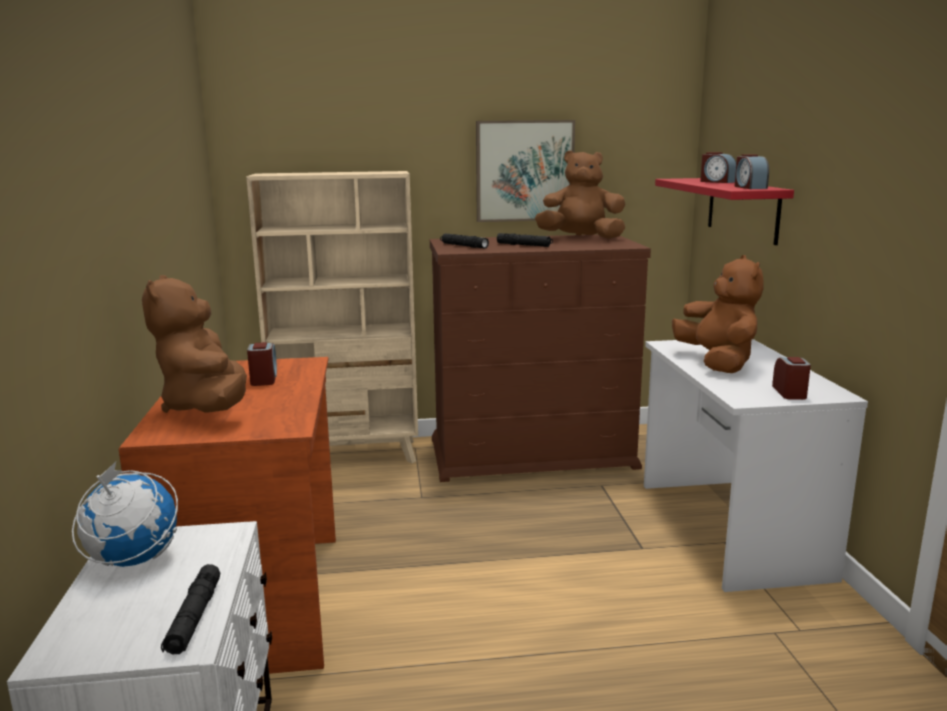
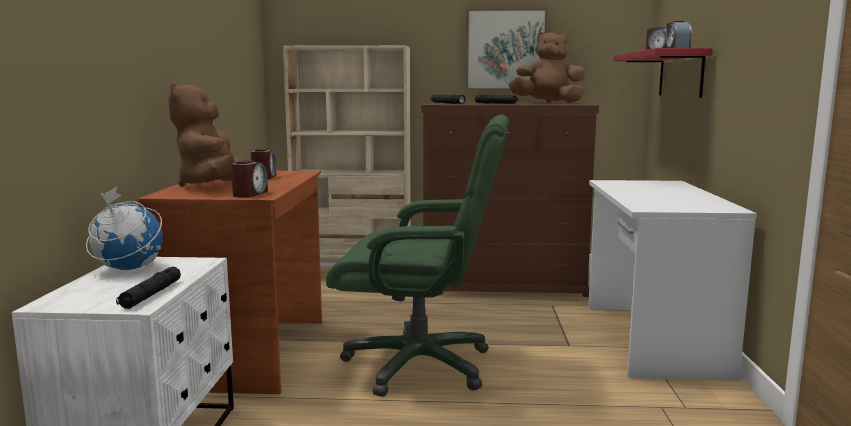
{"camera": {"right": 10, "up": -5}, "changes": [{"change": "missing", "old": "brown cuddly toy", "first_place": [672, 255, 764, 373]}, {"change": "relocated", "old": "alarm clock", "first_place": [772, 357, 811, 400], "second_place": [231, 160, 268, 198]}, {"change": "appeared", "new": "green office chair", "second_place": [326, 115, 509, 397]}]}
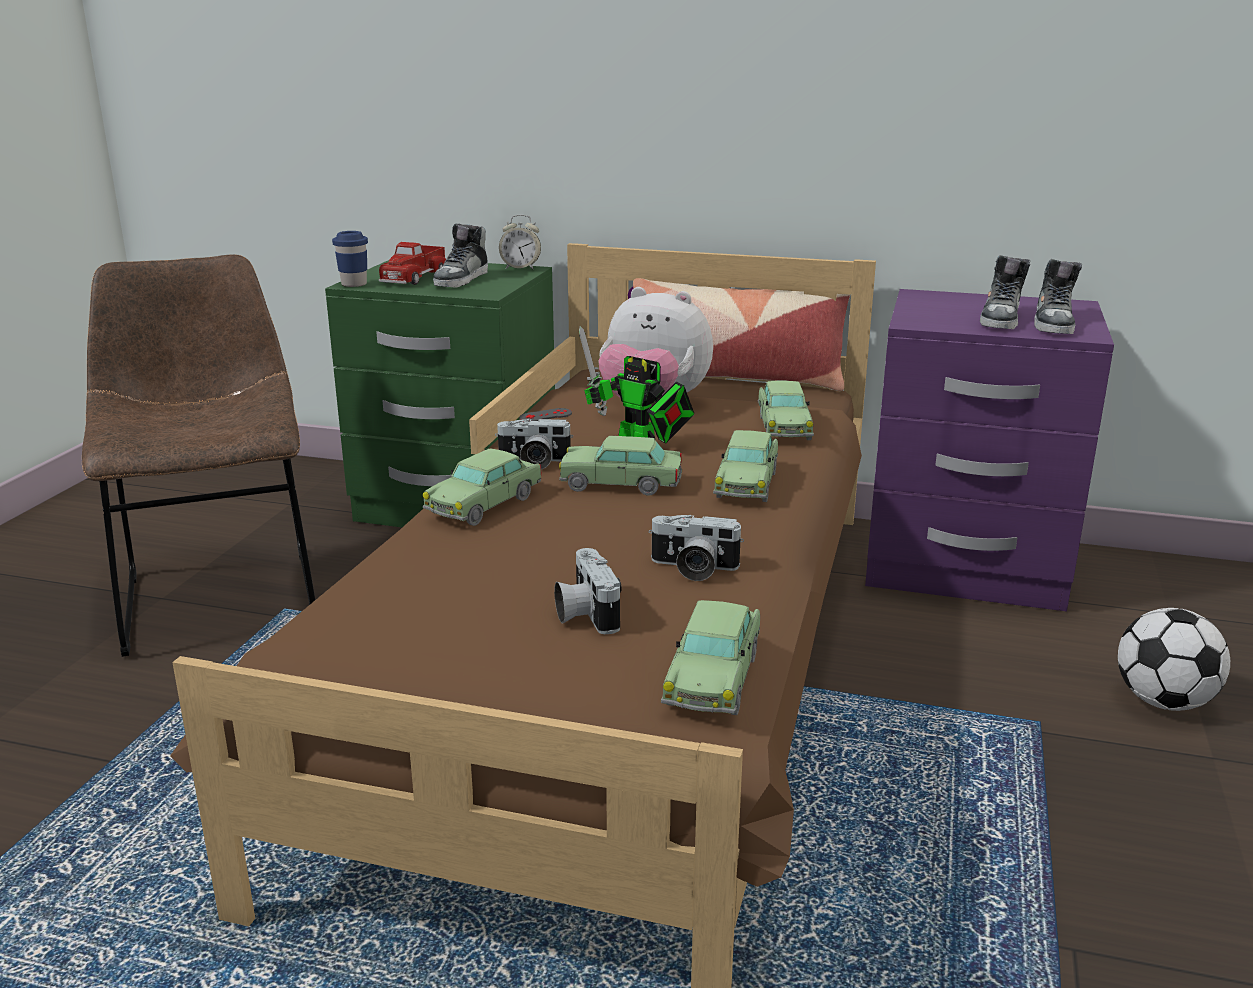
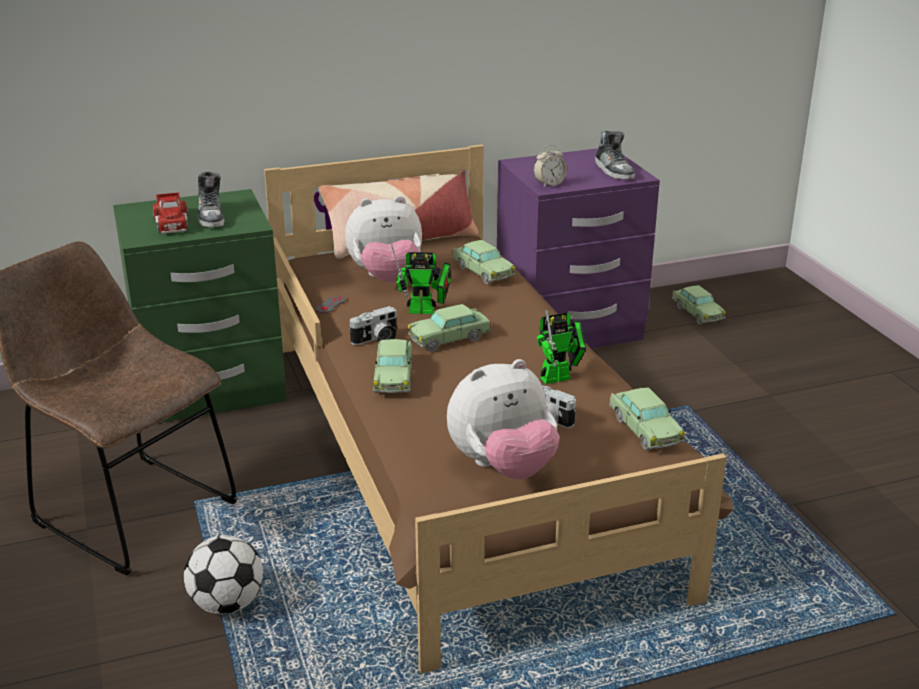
{"camera": {"right": -35, "up": 5}, "changes": [{"change": "relocated", "old": "alarm clock", "first_place": [499, 215, 541, 270], "second_place": [534, 145, 567, 188]}, {"change": "missing", "old": "blue-coloured cup", "first_place": [332, 231, 368, 287]}, {"change": "missing", "old": "shoe", "first_place": [980, 255, 1030, 329]}, {"change": "relocated", "old": "model car", "first_place": [713, 430, 778, 502], "second_place": [672, 285, 726, 324]}, {"change": "exchanged", "old": "still camera", "new": "robot figure", "first_place": [649, 515, 744, 581], "second_place": [537, 310, 586, 384]}, {"change": "relocated", "old": "football ball", "first_place": [1118, 608, 1230, 711], "second_place": [184, 535, 263, 614]}, {"change": "appeared", "new": "cuddly toy", "second_place": [447, 359, 559, 479]}]}
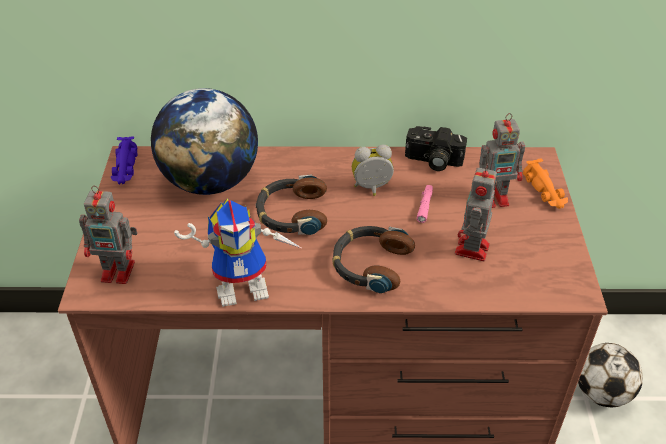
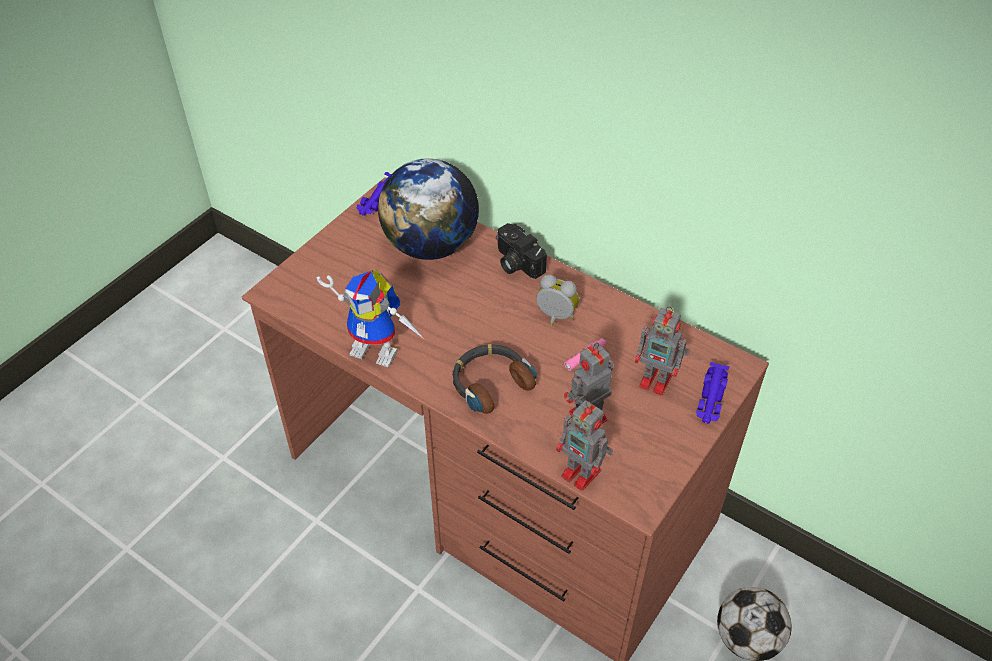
{"camera": {"right": 35, "up": 5}, "changes": [{"change": "relocated", "old": "still camera", "first_place": [405, 126, 467, 171], "second_place": [496, 223, 547, 279]}, {"change": "colour", "old": "orange-coloured model car", "new": "purplish model car", "first_place": [523, 158, 568, 209], "second_place": [696, 362, 729, 424]}, {"change": "missing", "old": "headphones", "first_place": [256, 175, 327, 235]}, {"change": "relocated", "old": "robot figure", "first_place": [79, 185, 138, 284], "second_place": [556, 400, 613, 491]}]}
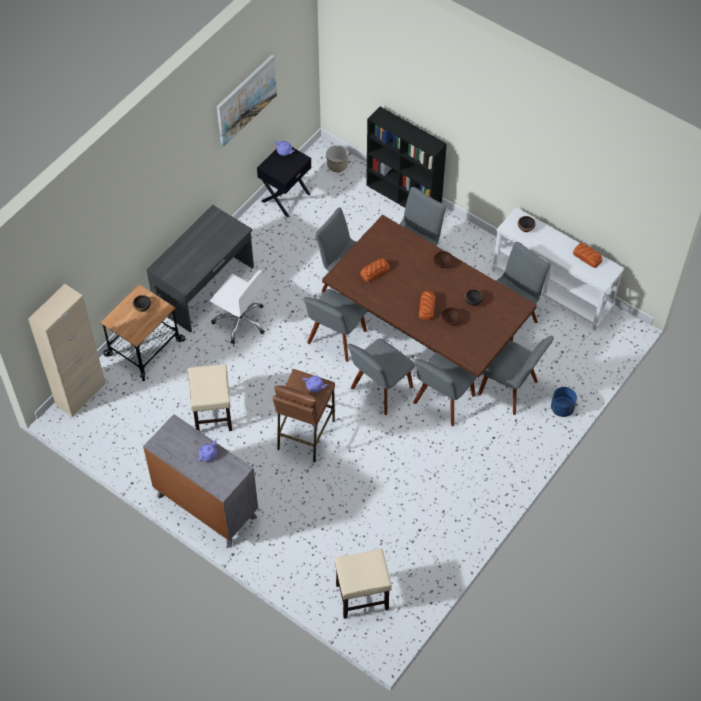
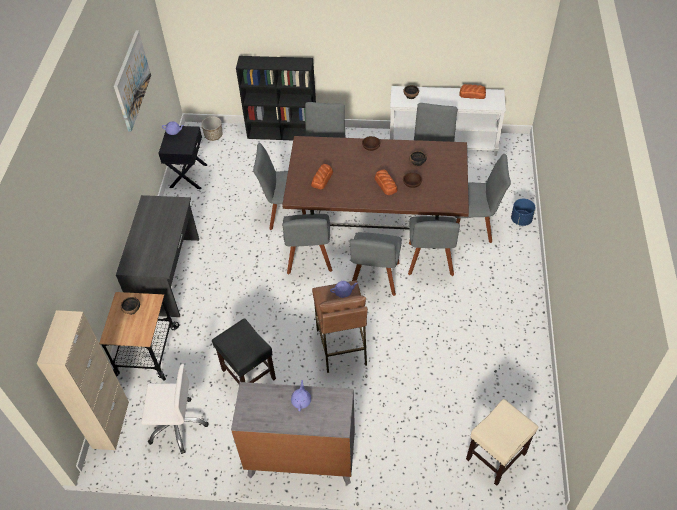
{"camera": {"right": -30, "up": -5}, "changes": [{"change": "relocated", "old": "white office chair", "first_place": [210, 270, 265, 344], "second_place": [141, 364, 209, 454]}, {"change": "colour", "old": "beige sitting stool", "new": "black-coloured sitting stool", "first_place": [188, 364, 232, 431], "second_place": [212, 318, 276, 384]}]}
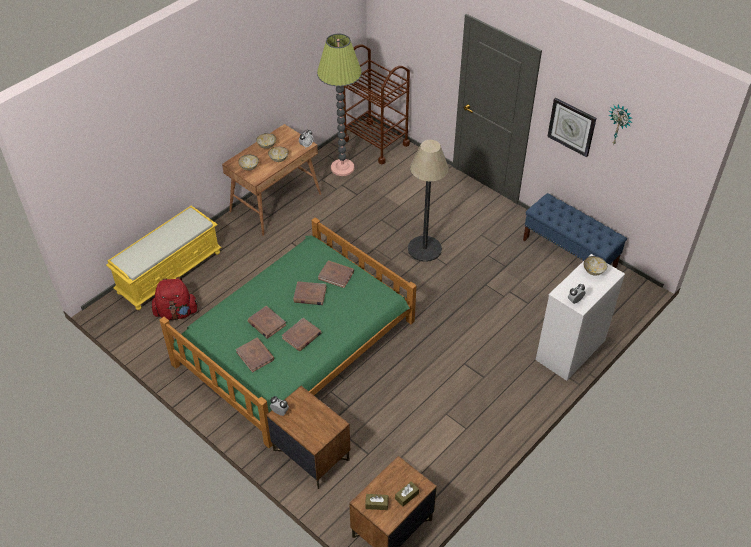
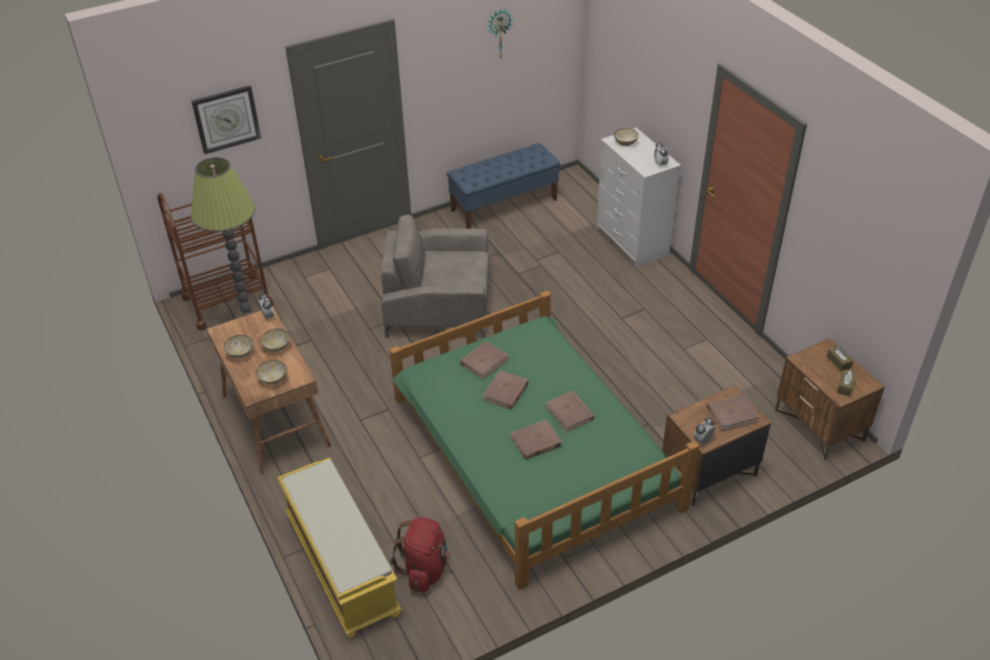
{"camera": {"right": -70, "up": -5}, "changes": [{"change": "relocated", "old": "clock on the wall", "first_place": [547, 98, 596, 157], "second_place": [191, 85, 261, 154]}, {"change": "exchanged", "old": "standing lamp", "new": "gray armchair", "first_place": [408, 140, 449, 262], "second_place": [381, 215, 489, 338]}, {"change": "relocated", "old": "brown volume", "first_place": [236, 338, 274, 373], "second_place": [707, 394, 760, 431]}]}
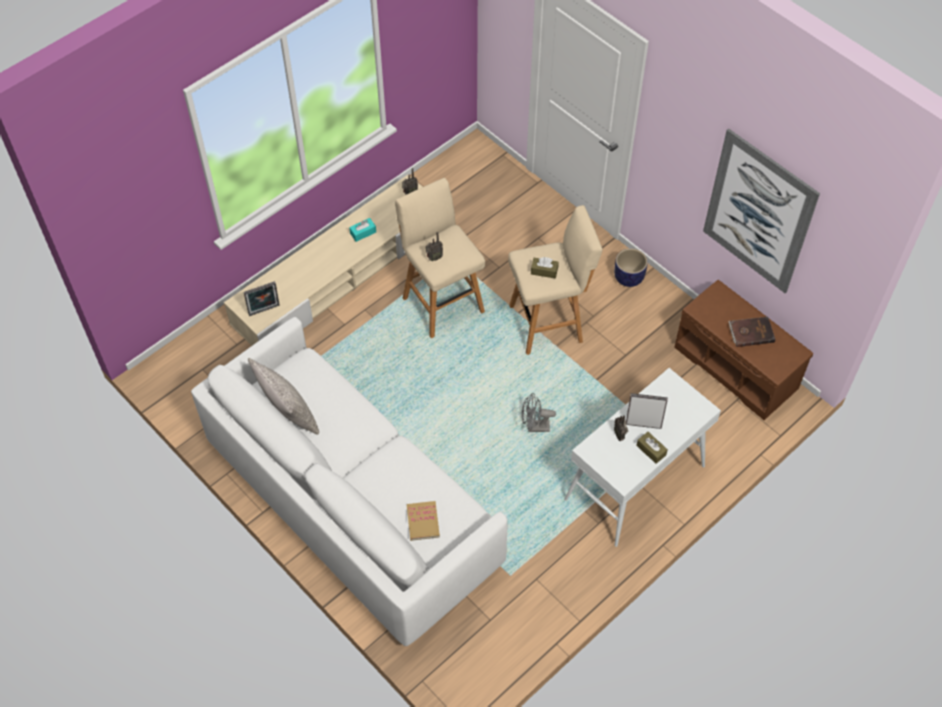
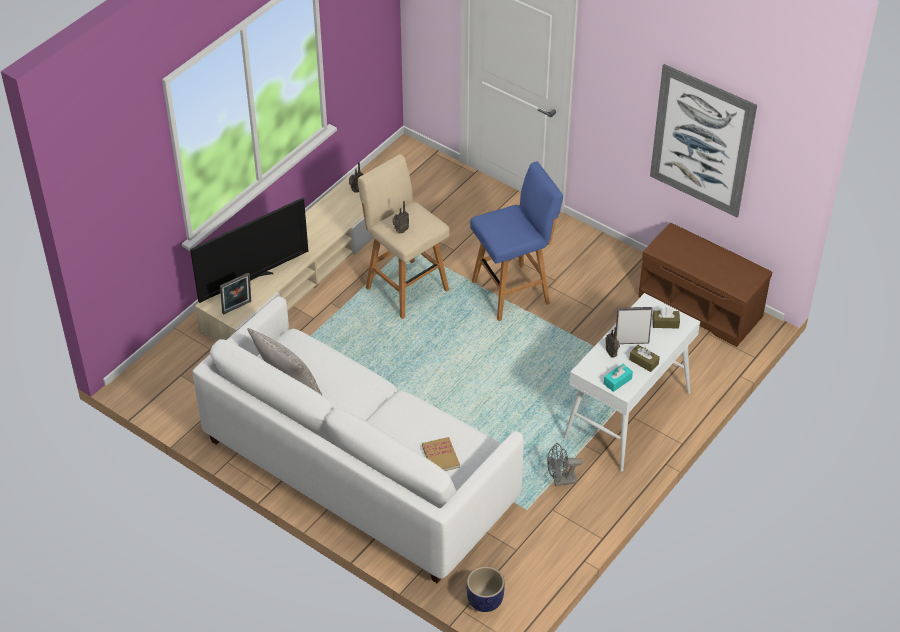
{"camera": {"right": -10, "up": -10}, "changes": [{"change": "colour", "old": "beige sitting stool", "new": "blue-coloured sitting stool", "first_place": [508, 205, 602, 355], "second_place": [470, 161, 563, 321]}, {"change": "relocated", "old": "blue-green tissue holder", "first_place": [349, 218, 376, 242], "second_place": [604, 364, 633, 392]}, {"change": "relocated", "old": "flower pot", "first_place": [614, 248, 648, 287], "second_place": [467, 566, 505, 612]}, {"change": "relocated", "old": "brown tissue holder", "first_place": [531, 257, 559, 279], "second_place": [652, 307, 680, 329]}, {"change": "missing", "old": "brown volume", "first_place": [728, 317, 776, 347]}, {"change": "relocated", "old": "gray fan", "first_place": [522, 393, 556, 432], "second_place": [547, 443, 582, 486]}, {"change": "appeared", "new": "TV set", "second_place": [190, 198, 308, 303]}]}
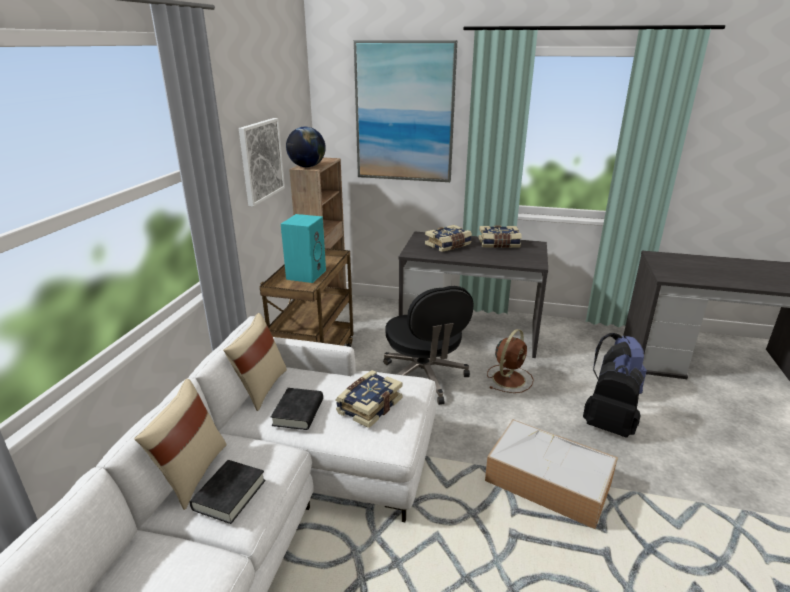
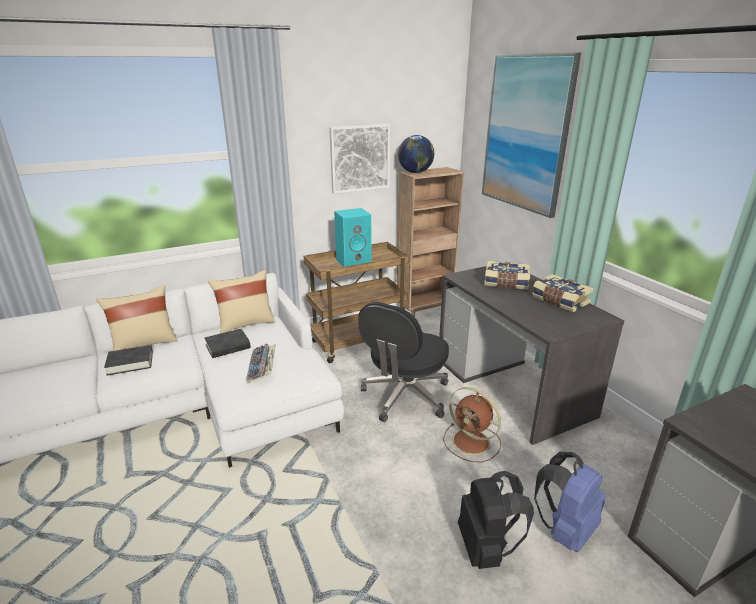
{"camera": {"right": 50, "up": 0}, "changes": [{"change": "spun", "old": "brown fan", "first_place": [487, 329, 534, 393], "second_place": [443, 387, 501, 462], "degrees": 45}, {"change": "exchanged", "old": "volume", "new": "computer keyboard", "first_place": [336, 370, 403, 428], "second_place": [246, 343, 276, 384]}, {"change": "missing", "old": "storage box", "first_place": [485, 419, 618, 529]}]}
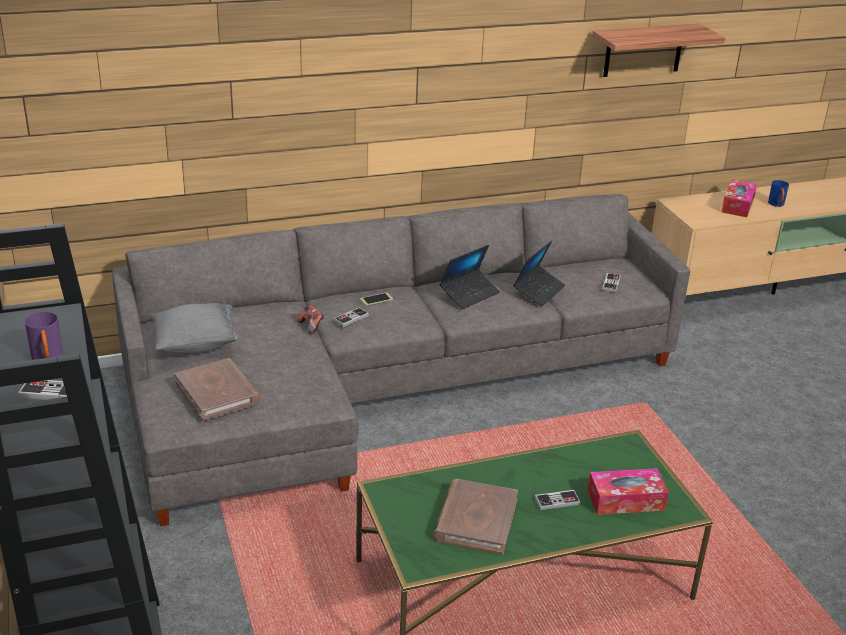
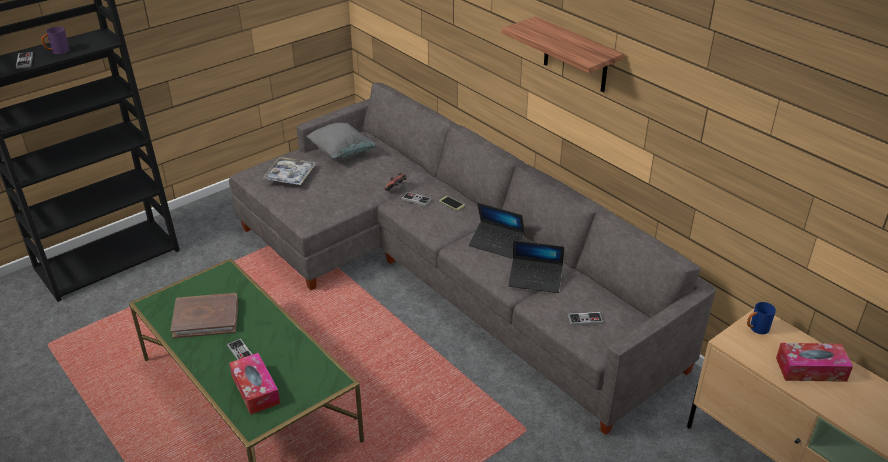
{"camera": {"right": 70, "up": 5}, "changes": [{"change": "relocated", "old": "bracket shelf", "first_place": [592, 24, 725, 77], "second_place": [502, 16, 624, 93]}, {"change": "relocated", "old": "blue-coloured mug", "first_place": [768, 180, 789, 207], "second_place": [747, 302, 776, 334]}, {"change": "exchanged", "old": "brown volume", "new": "carrying tray", "first_place": [175, 358, 260, 421], "second_place": [262, 157, 316, 185]}]}
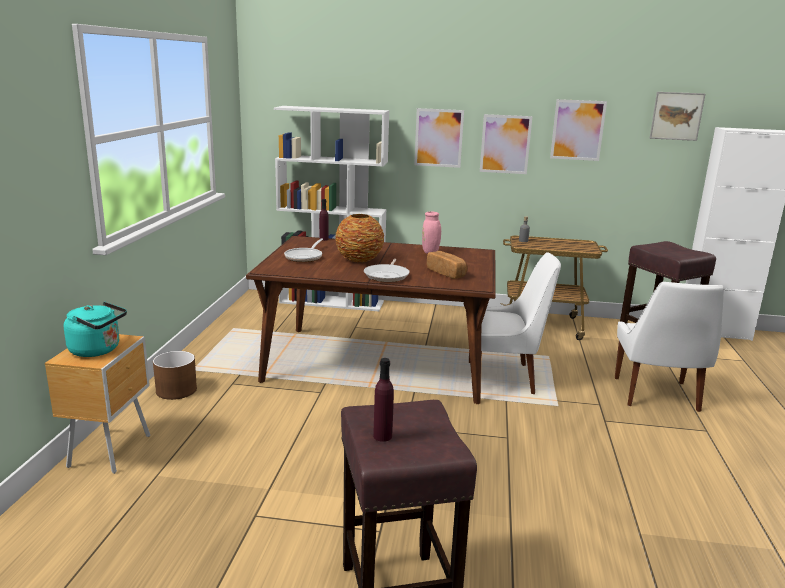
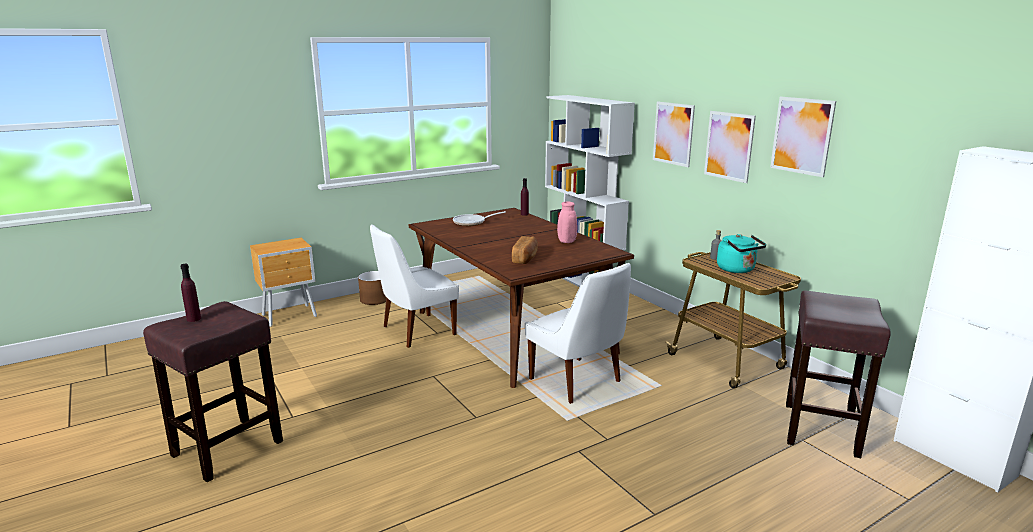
{"camera": {"right": 50, "up": 0}, "changes": [{"change": "missing", "old": "wall picture", "first_place": [650, 92, 705, 141]}, {"change": "missing", "old": "flower vase", "first_place": [335, 214, 384, 262]}, {"change": "missing", "old": "frying pan", "first_place": [364, 259, 410, 282]}, {"change": "relocated", "old": "white plain chair", "first_place": [615, 282, 724, 412], "second_place": [370, 224, 459, 348]}, {"change": "relocated", "old": "blue-green kettle", "first_place": [64, 301, 127, 357], "second_place": [717, 234, 766, 273]}]}
